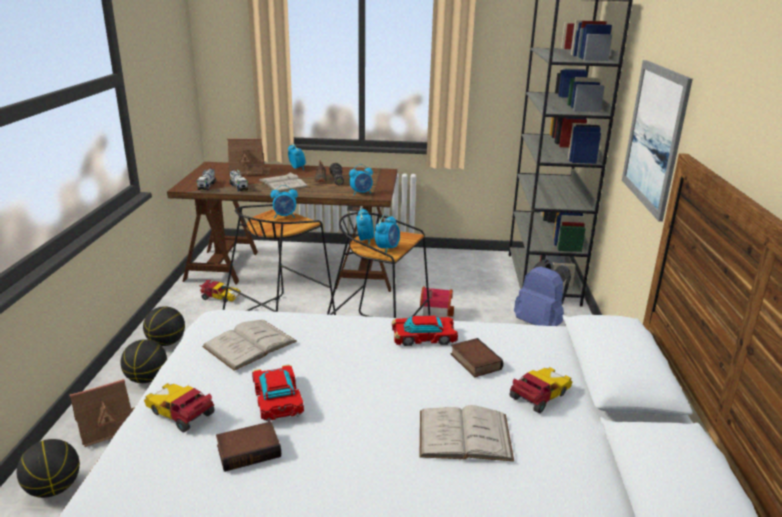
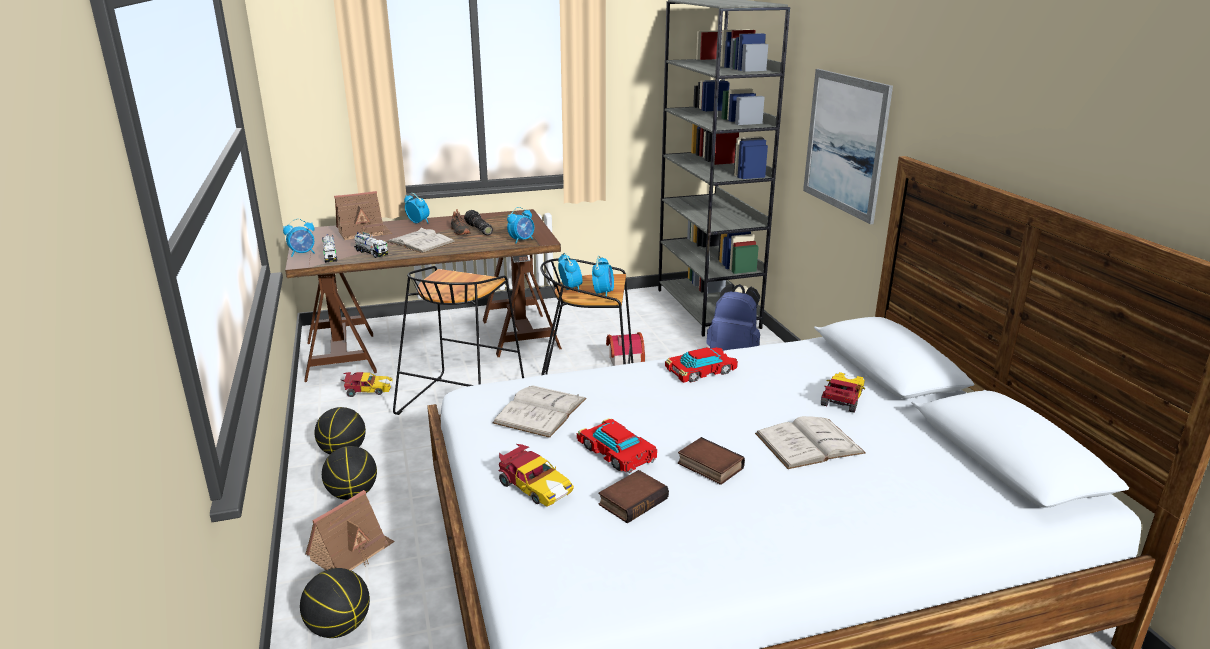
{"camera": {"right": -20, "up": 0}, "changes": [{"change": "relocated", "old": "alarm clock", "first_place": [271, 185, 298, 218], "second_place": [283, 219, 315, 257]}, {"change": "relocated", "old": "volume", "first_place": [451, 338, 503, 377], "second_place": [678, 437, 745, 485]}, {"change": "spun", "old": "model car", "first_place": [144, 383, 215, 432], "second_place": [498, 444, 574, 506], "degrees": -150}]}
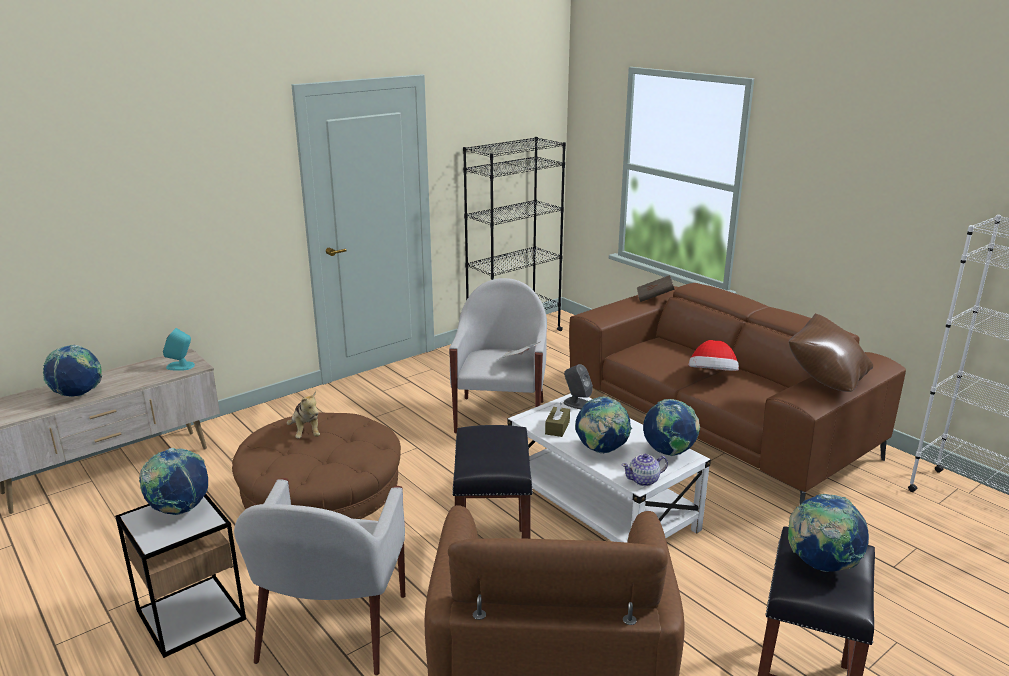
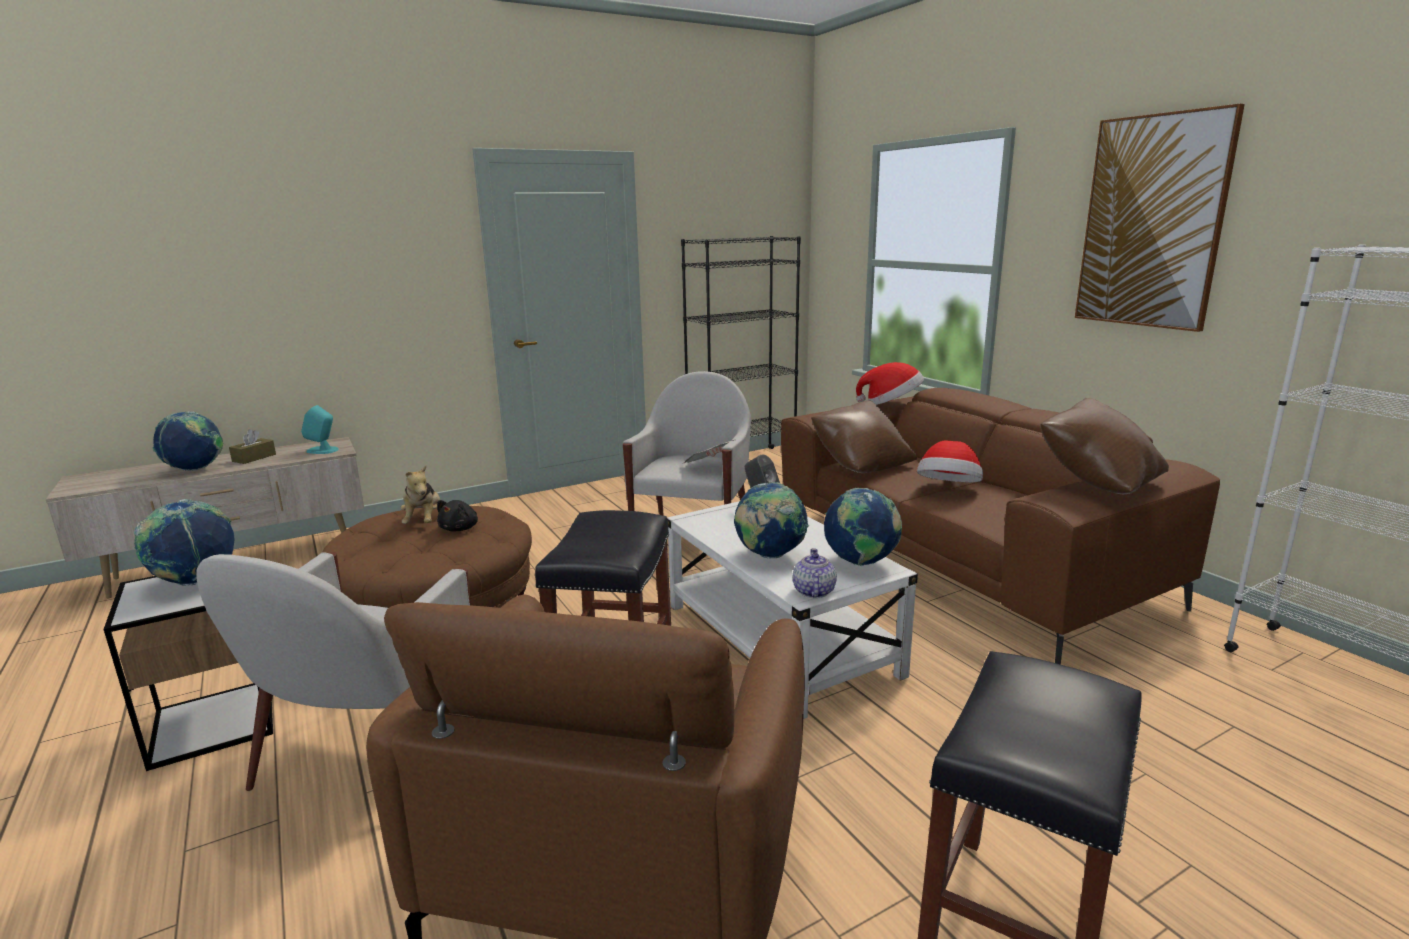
{"camera": {"right": 10, "up": -5}, "changes": [{"change": "exchanged", "old": "brown volume", "new": "clothing hat", "first_place": [637, 275, 675, 302], "second_place": [856, 362, 924, 405]}, {"change": "relocated", "old": "brown tissue holder", "first_place": [545, 402, 570, 437], "second_place": [229, 429, 276, 464]}, {"change": "spun", "old": "teapot", "first_place": [622, 454, 668, 486], "second_place": [793, 548, 837, 598], "degrees": 105}, {"change": "missing", "old": "world globe", "first_place": [788, 494, 869, 572]}, {"change": "appeared", "new": "wall picture", "second_place": [1075, 104, 1245, 332]}, {"change": "appeared", "new": "brown pillow", "second_place": [811, 400, 917, 473]}, {"change": "appeared", "new": "black-coloured cuddly toy", "second_place": [437, 500, 478, 531]}]}
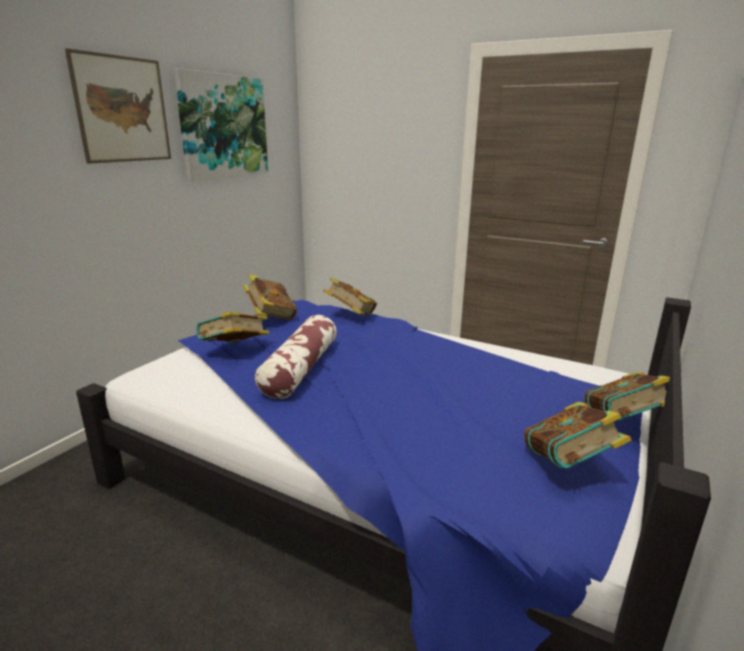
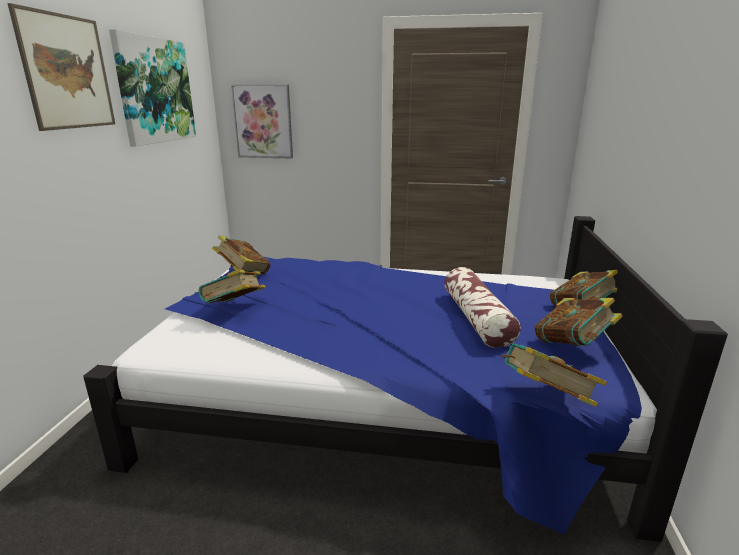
{"camera": {"right": -20, "up": 0}, "changes": [{"change": "relocated", "old": "volume", "first_place": [323, 277, 377, 315], "second_place": [500, 343, 607, 407]}, {"change": "relocated", "old": "pillow", "first_place": [255, 315, 337, 399], "second_place": [444, 267, 521, 348]}, {"change": "appeared", "new": "wall picture", "second_place": [231, 85, 293, 159]}]}
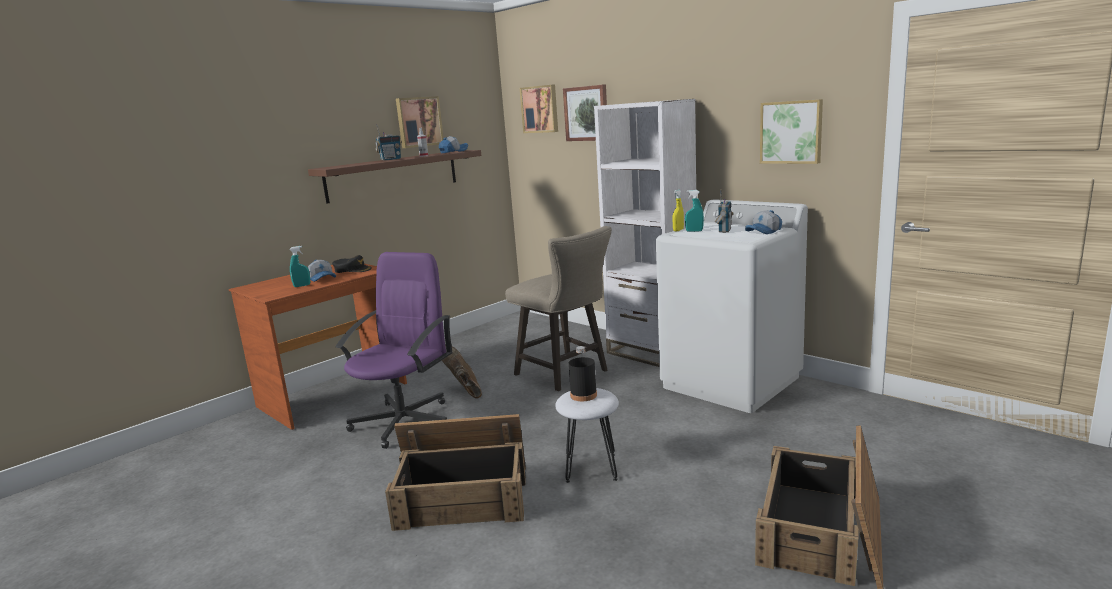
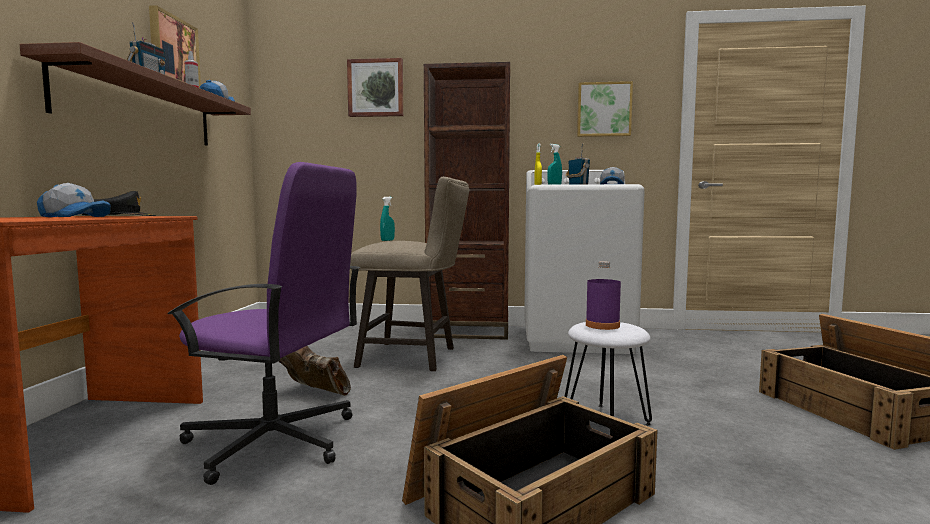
{"camera": {"right": -40, "up": -10}, "changes": [{"change": "missing", "old": "wall picture", "first_place": [520, 84, 558, 133]}, {"change": "colour", "old": "white bookcase", "new": "brown bookcase", "first_place": [594, 99, 696, 367], "second_place": [424, 62, 510, 340]}, {"change": "relocated", "old": "blue-green sprayer", "first_place": [289, 246, 310, 287], "second_place": [380, 197, 395, 241]}, {"change": "spun", "old": "purplish office chair", "first_place": [335, 252, 452, 449], "second_place": [168, 162, 360, 485], "degrees": 120}, {"change": "colour", "old": "black-coloured beverage bottle", "new": "purplish beverage bottle", "first_place": [569, 346, 597, 401], "second_place": [586, 261, 621, 330]}]}
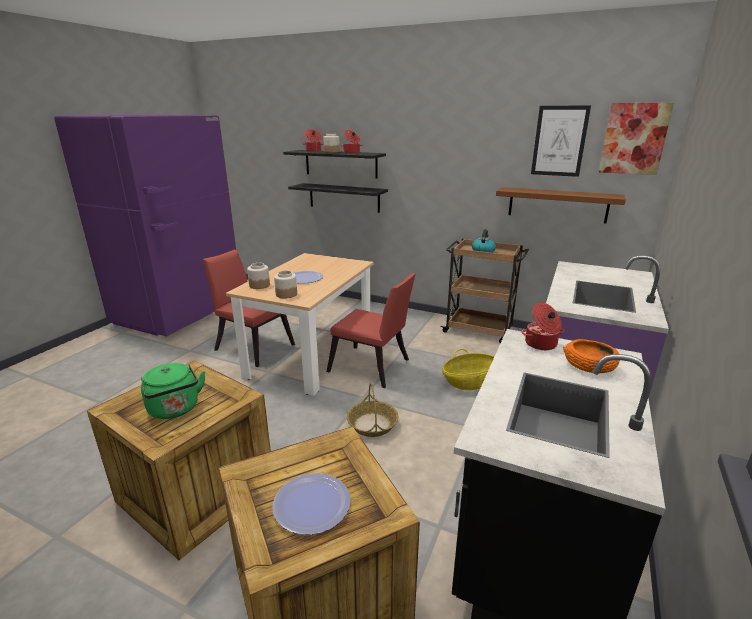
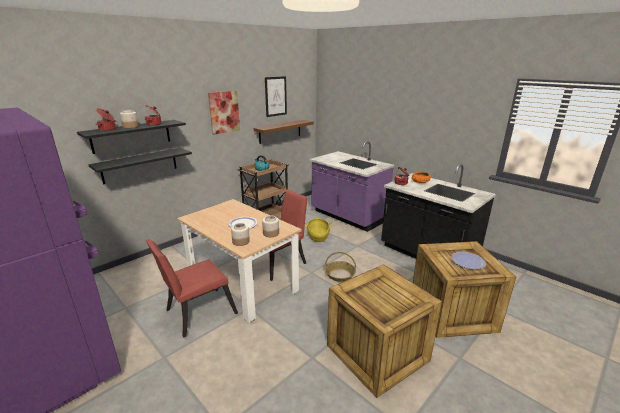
{"camera": {"right": -70, "up": 0}, "changes": [{"change": "relocated", "old": "wall picture", "first_place": [599, 103, 674, 175], "second_place": [208, 91, 240, 135]}, {"change": "missing", "old": "green kettle", "first_place": [141, 363, 205, 419]}]}
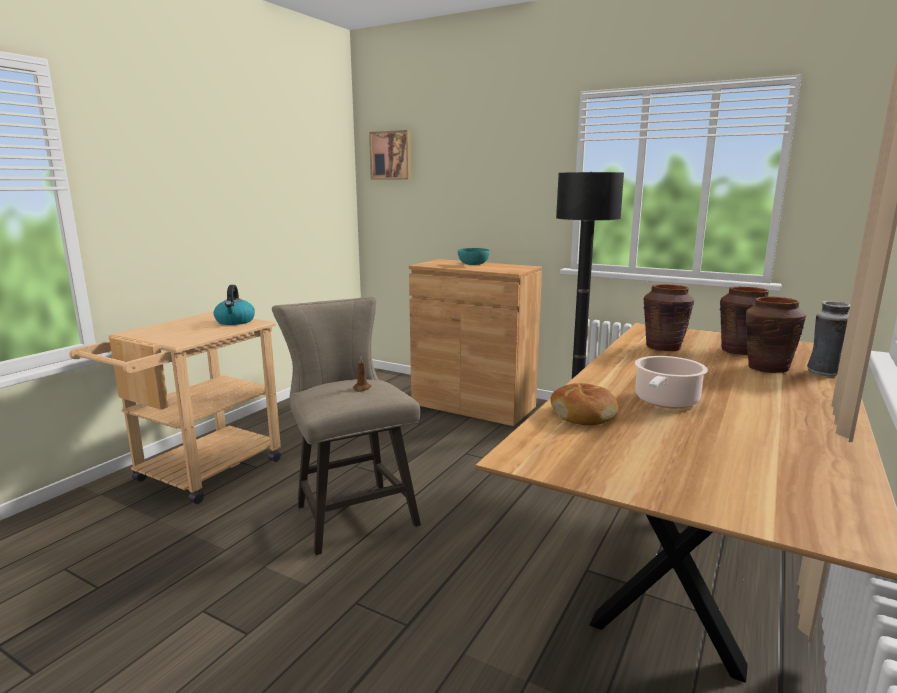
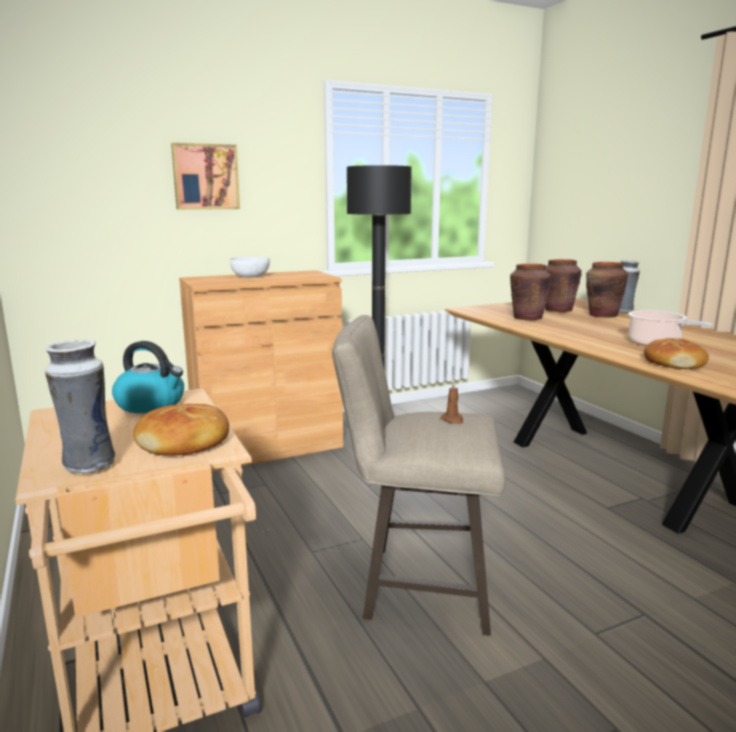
{"camera": {"right": -55, "up": 0}, "changes": [{"change": "relocated", "old": "wall picture", "first_place": [369, 130, 411, 180], "second_place": [171, 143, 240, 210]}, {"change": "colour", "old": "blue-green deep dish", "new": "white deep dish", "first_place": [458, 248, 490, 265], "second_place": [230, 257, 270, 277]}, {"change": "appeared", "new": "flower vase", "second_place": [45, 339, 115, 474]}, {"change": "appeared", "new": "bakery bread", "second_place": [133, 404, 229, 456]}]}
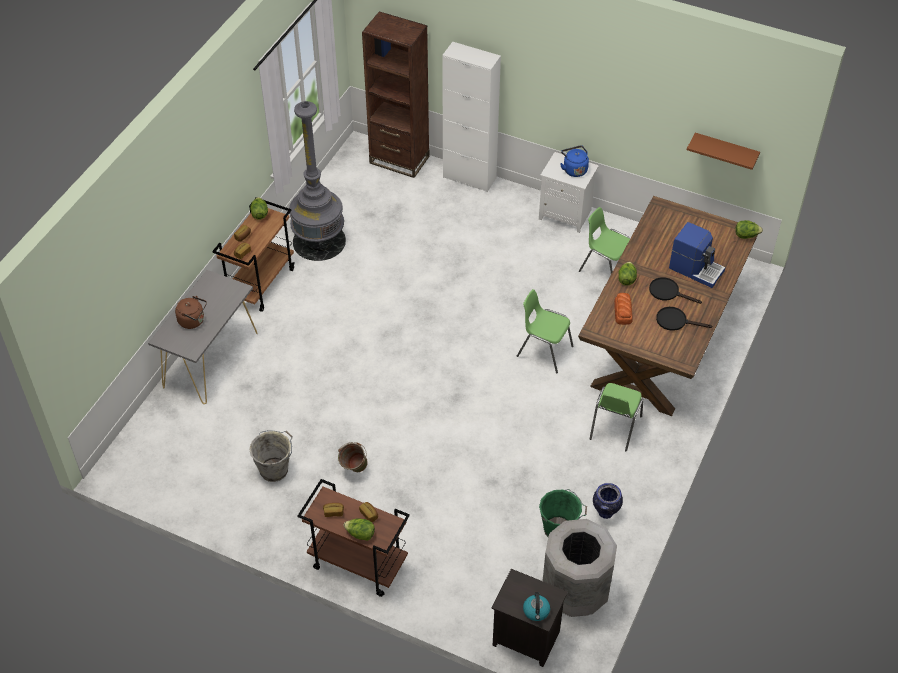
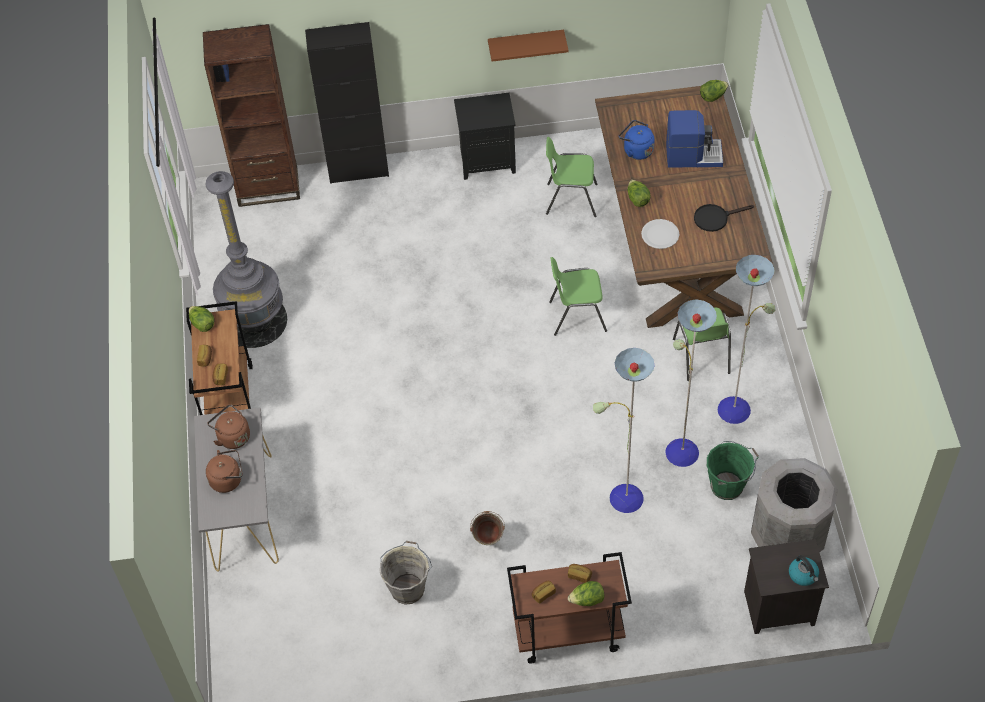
{"camera": {"right": -30, "up": 5}, "changes": [{"change": "colour", "old": "white cupboard", "new": "black-coloured cupboard", "first_place": [442, 42, 501, 192], "second_place": [305, 22, 389, 184]}, {"change": "relocated", "old": "brown bracket shelf", "first_place": [687, 133, 760, 170], "second_place": [488, 30, 568, 62]}, {"change": "relocated", "old": "blue-coloured kettle", "first_place": [560, 145, 589, 177], "second_place": [619, 120, 655, 160]}, {"change": "colour", "old": "white nightstand", "new": "black-coloured nightstand", "first_place": [539, 152, 599, 233], "second_place": [454, 93, 516, 180]}, {"change": "missing", "old": "black-coloured frying pan", "first_place": [649, 277, 702, 304]}, {"change": "exchanged", "old": "bakery bread", "new": "white plate", "first_place": [614, 293, 633, 325], "second_place": [641, 219, 679, 249]}, {"change": "missing", "old": "flower vase", "first_place": [593, 483, 623, 519]}, {"change": "appeared", "new": "standing lamp", "second_place": [593, 255, 775, 513]}, {"change": "appeared", "new": "brown kettle", "second_place": [207, 404, 250, 449]}]}
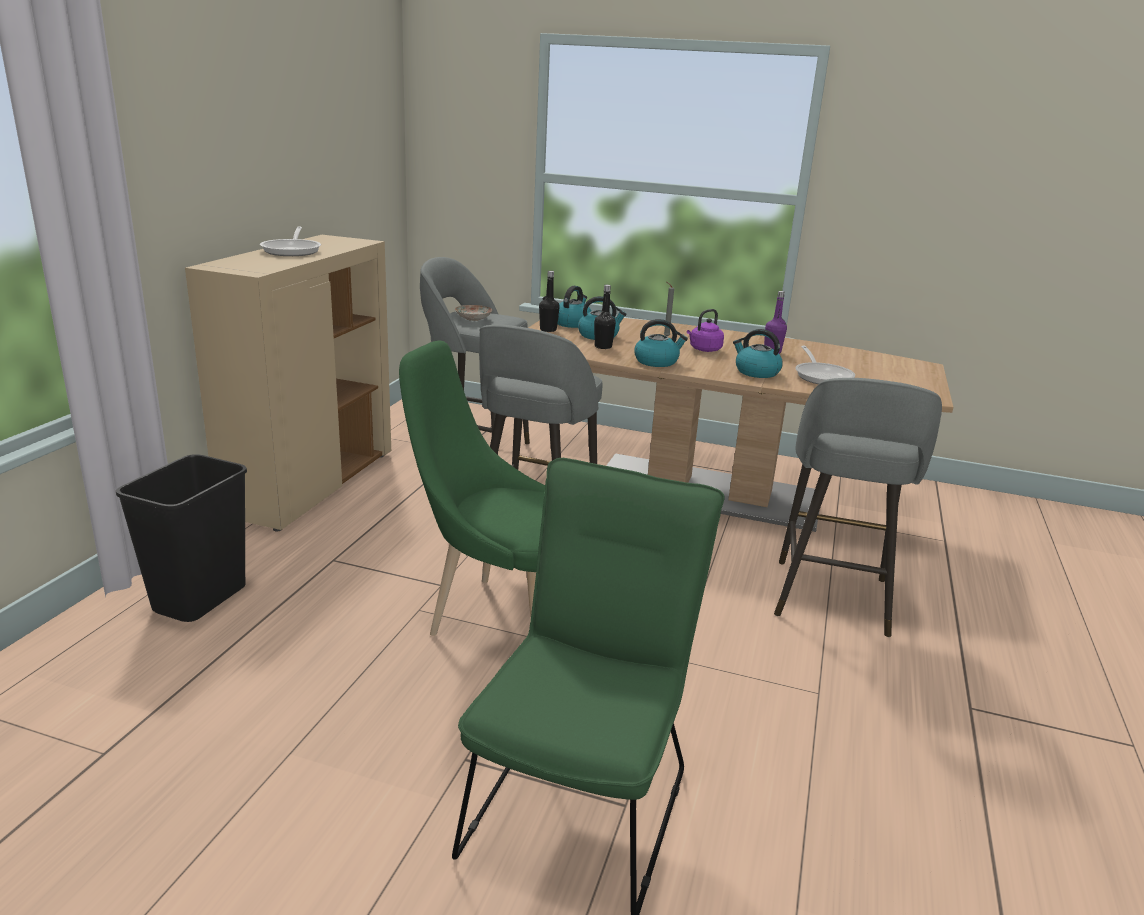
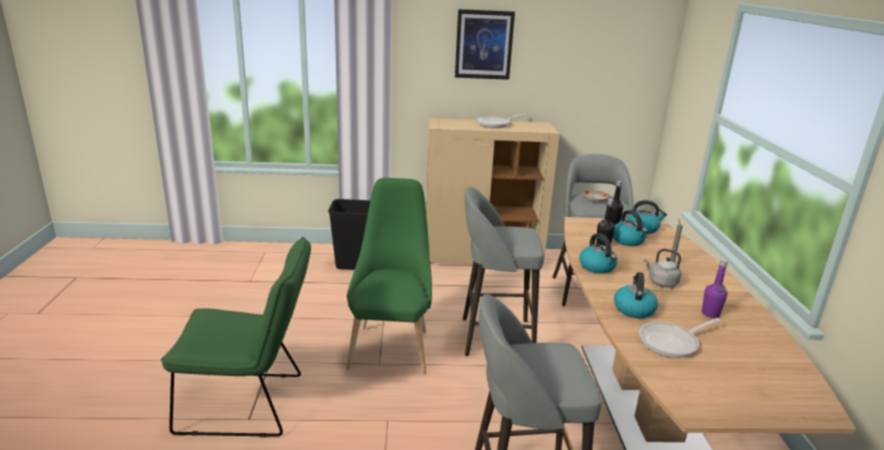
{"camera": {"right": 70, "up": 0}, "changes": [{"change": "colour", "old": "purplish kettle", "new": "gray kettle", "first_place": [687, 309, 724, 352], "second_place": [644, 249, 681, 287]}, {"change": "appeared", "new": "wall picture", "second_place": [455, 9, 515, 80]}]}
